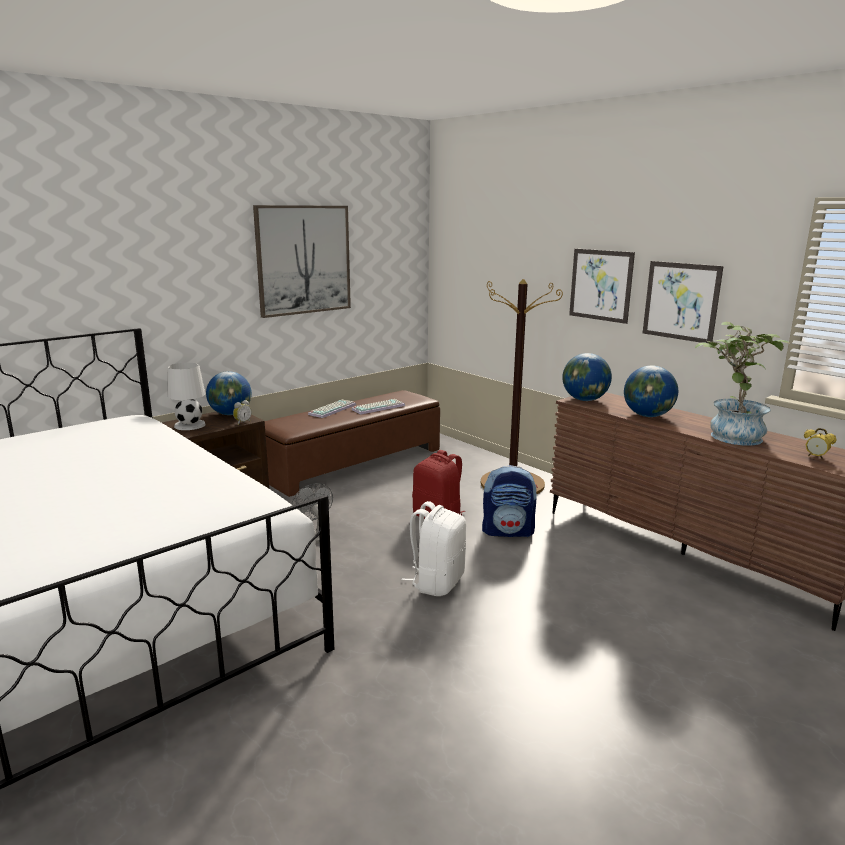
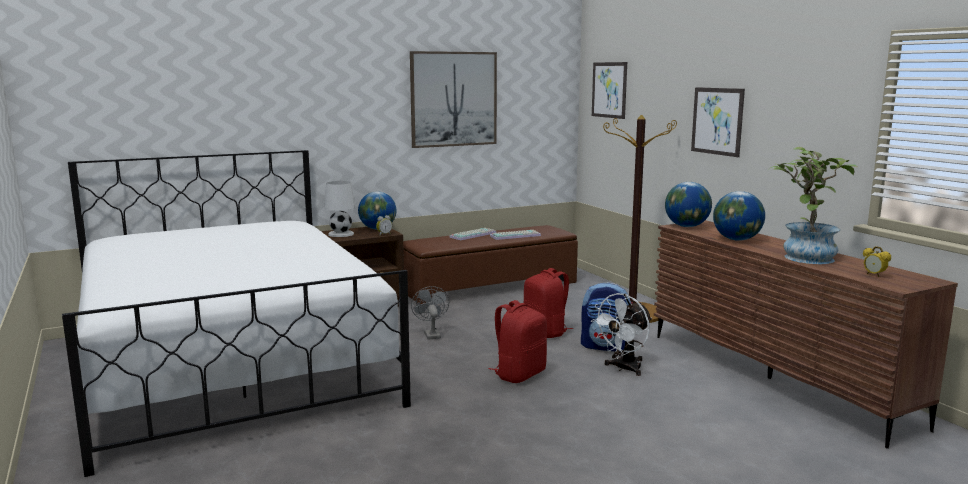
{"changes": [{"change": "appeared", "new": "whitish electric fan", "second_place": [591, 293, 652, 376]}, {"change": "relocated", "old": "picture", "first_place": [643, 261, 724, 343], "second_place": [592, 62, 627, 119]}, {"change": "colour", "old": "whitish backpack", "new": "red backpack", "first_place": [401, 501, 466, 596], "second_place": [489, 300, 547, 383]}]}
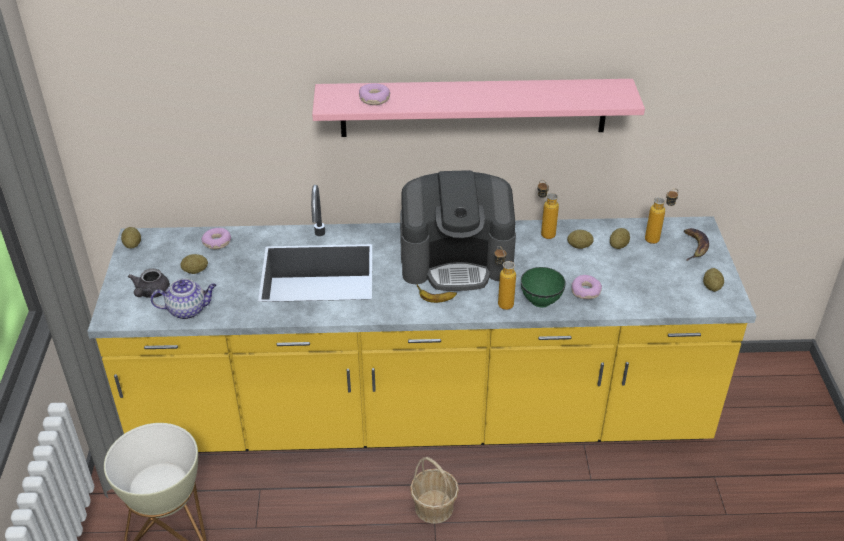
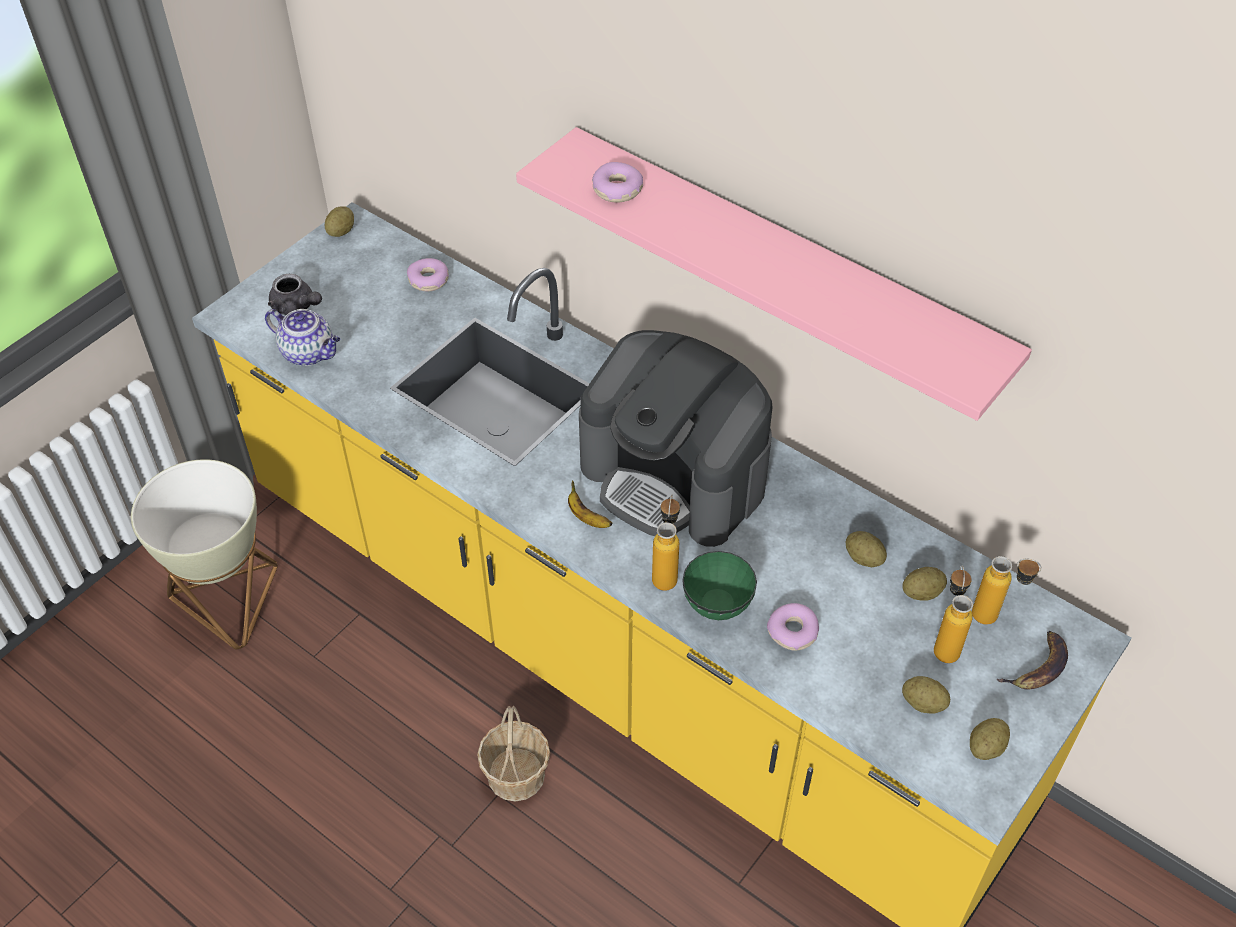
{"changes": [{"change": "relocated", "old": "whole potato", "first_place": [180, 254, 208, 274], "second_place": [902, 676, 950, 713]}, {"change": "relocated", "old": "drink bottle", "first_place": [538, 180, 559, 239], "second_place": [934, 566, 973, 663]}, {"change": "spun", "old": "grey tea pot", "first_place": [128, 269, 170, 298], "second_place": [268, 274, 322, 315], "degrees": -105}]}
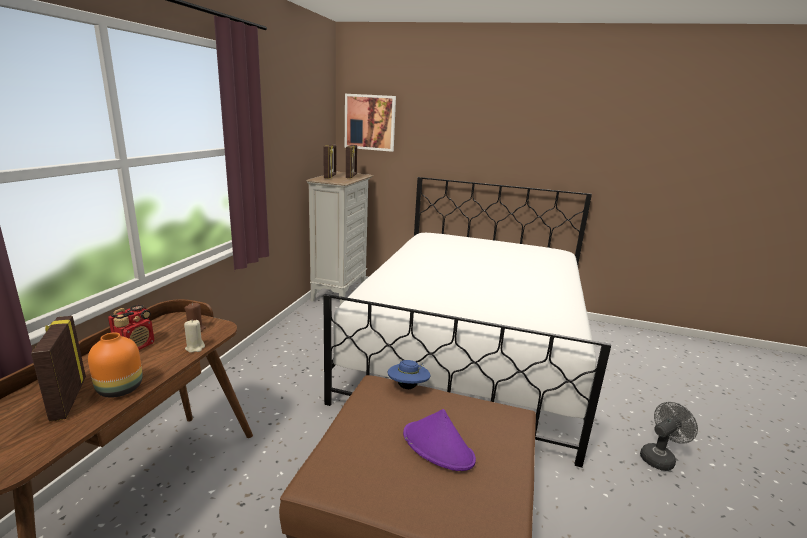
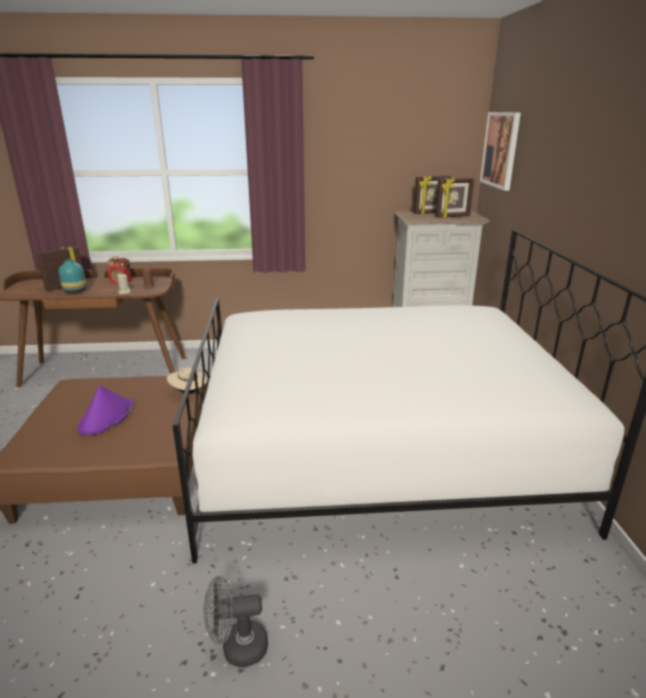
{"changes": [{"change": "colour", "old": "orange-coloured decorative vase", "new": "turquoise decorative vase", "first_place": [88, 332, 143, 398], "second_place": [59, 259, 87, 294]}, {"change": "colour", "old": "bluish hat", "new": "beige hat", "first_place": [388, 360, 430, 389], "second_place": [167, 367, 207, 394]}, {"change": "spun", "old": "grey electric fan", "first_place": [640, 402, 698, 471], "second_place": [204, 576, 268, 667], "degrees": 135}]}
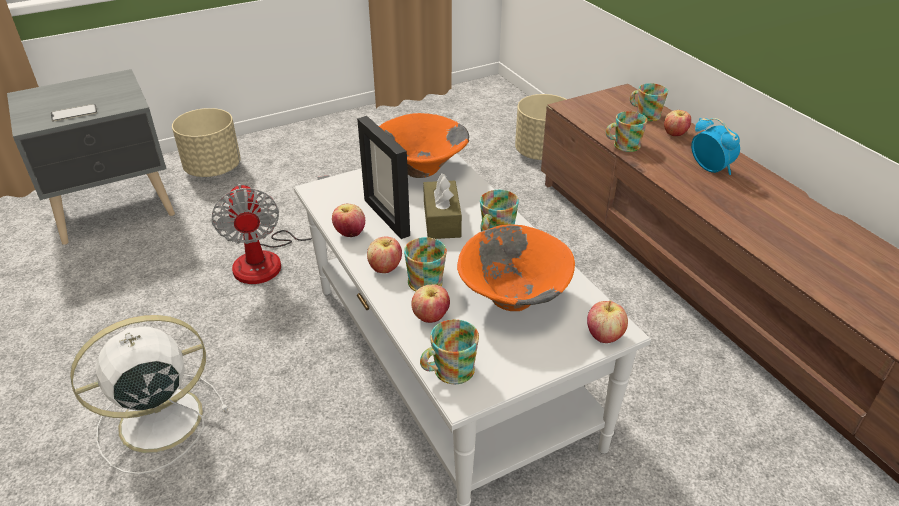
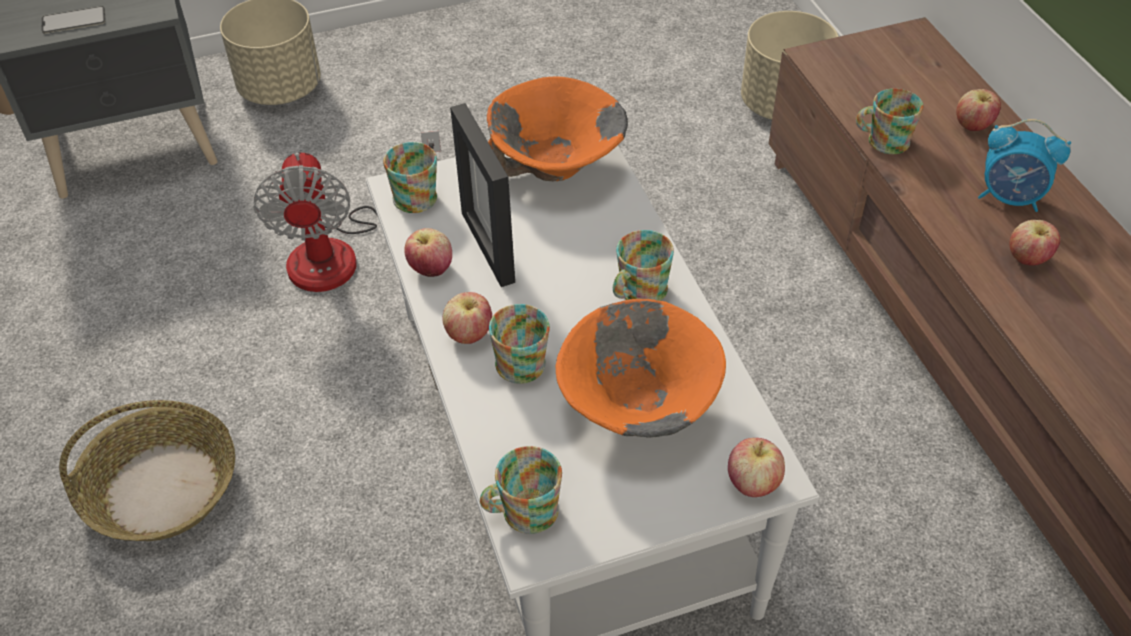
{"changes": [{"change": "missing", "old": "brown-coloured box of tissues", "first_place": [423, 173, 462, 239]}, {"change": "relocated", "old": "whole apple", "first_place": [412, 284, 450, 323], "second_place": [1009, 220, 1060, 266]}, {"change": "relocated", "old": "coffee mug", "first_place": [630, 83, 668, 121], "second_place": [383, 142, 437, 213]}, {"change": "exchanged", "old": "whitish electric fan", "new": "basket", "first_place": [70, 315, 228, 474], "second_place": [59, 400, 235, 541]}, {"change": "spun", "old": "alarm clock", "first_place": [691, 118, 740, 175], "second_place": [978, 119, 1071, 212], "degrees": 135}]}
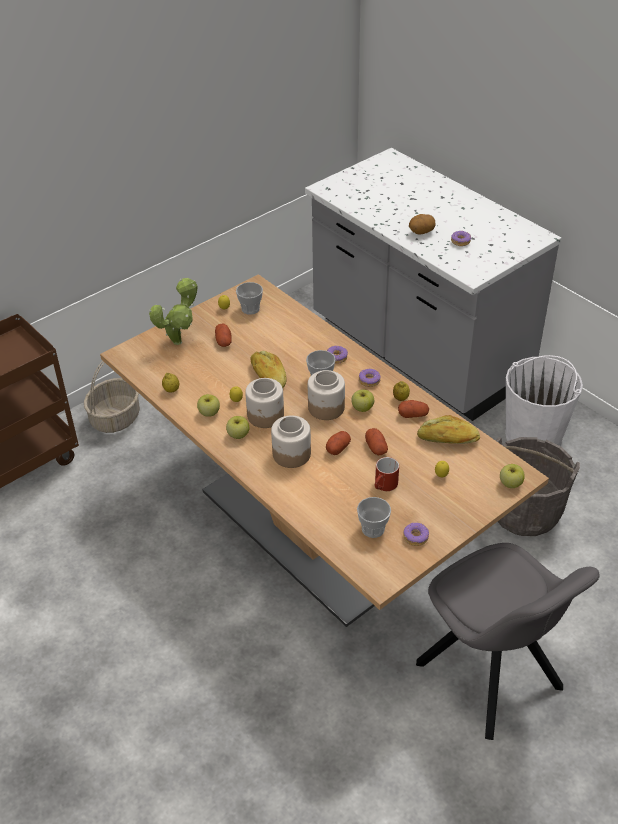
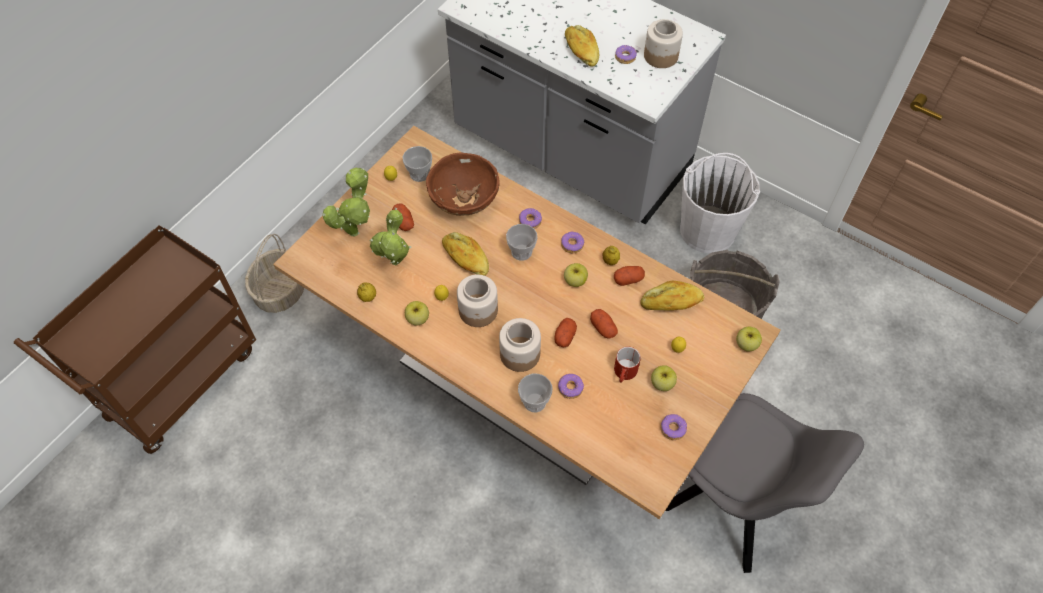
{"changes": [{"change": "appeared", "new": "potted plant", "second_place": [370, 207, 412, 265]}, {"change": "appeared", "new": "brown-coloured deep dish", "second_place": [426, 153, 500, 216]}, {"change": "appeared", "new": "doughnut", "second_place": [558, 374, 584, 399]}, {"change": "relocated", "old": "whole apple", "first_place": [226, 416, 249, 439], "second_place": [651, 365, 677, 391]}, {"change": "relocated", "old": "preserve jar", "first_place": [308, 370, 345, 420], "second_place": [644, 19, 683, 68]}, {"change": "relocated", "old": "cup", "first_place": [357, 497, 391, 538], "second_place": [518, 373, 553, 412]}, {"change": "exchanged", "old": "whole potato", "new": "bakery bread", "first_place": [409, 214, 436, 235], "second_place": [565, 25, 599, 67]}]}
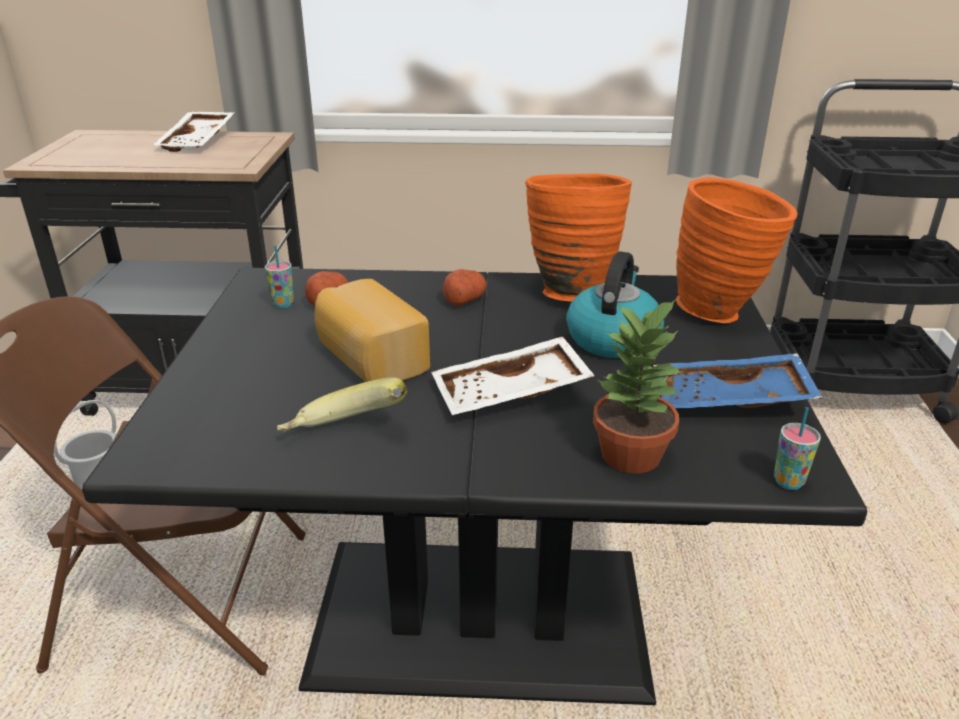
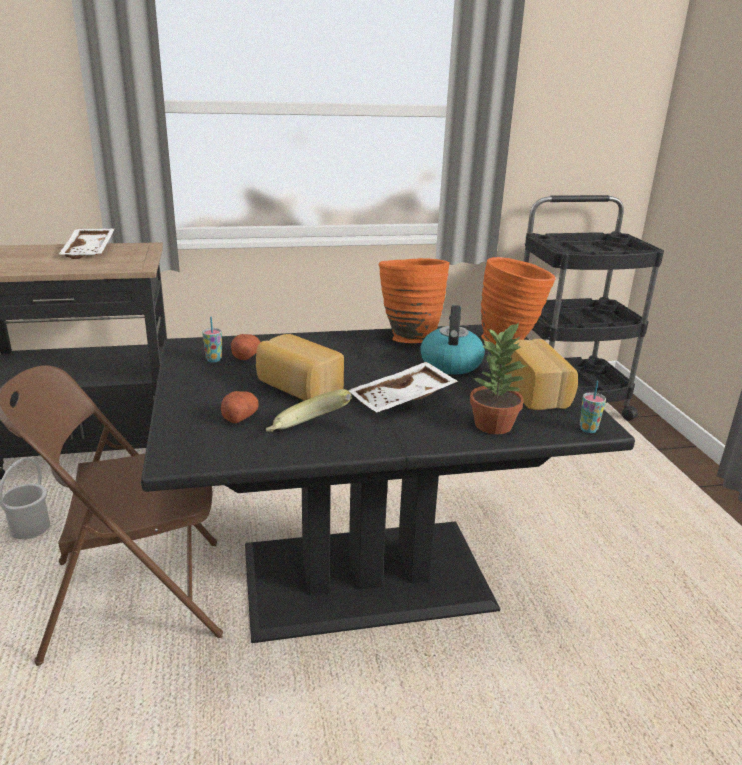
{"changes": [{"change": "relocated", "old": "whole potato", "first_place": [443, 269, 487, 306], "second_place": [221, 391, 259, 424]}, {"change": "exchanged", "old": "bluish serving tray", "new": "bakery bread", "first_place": [653, 353, 823, 409], "second_place": [505, 339, 578, 410]}]}
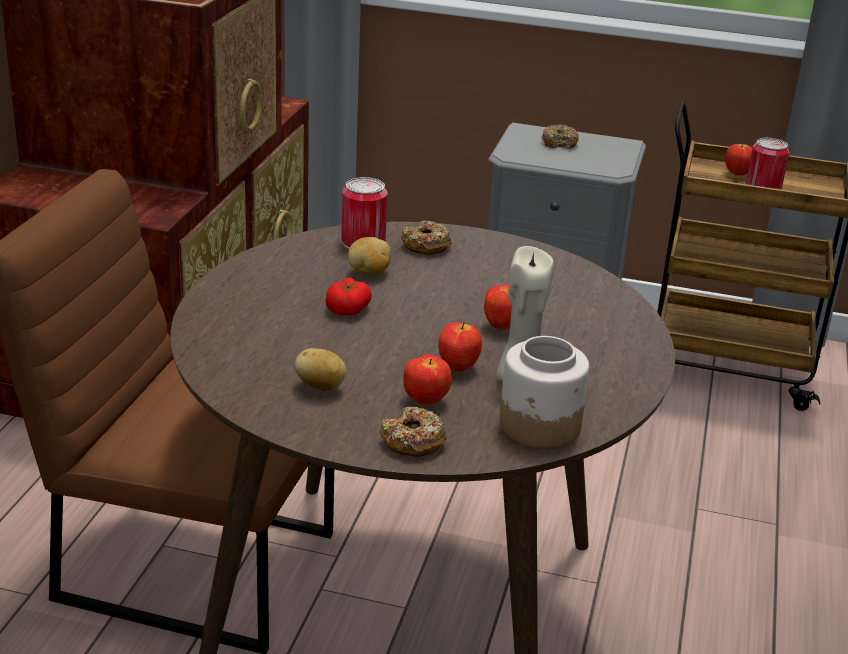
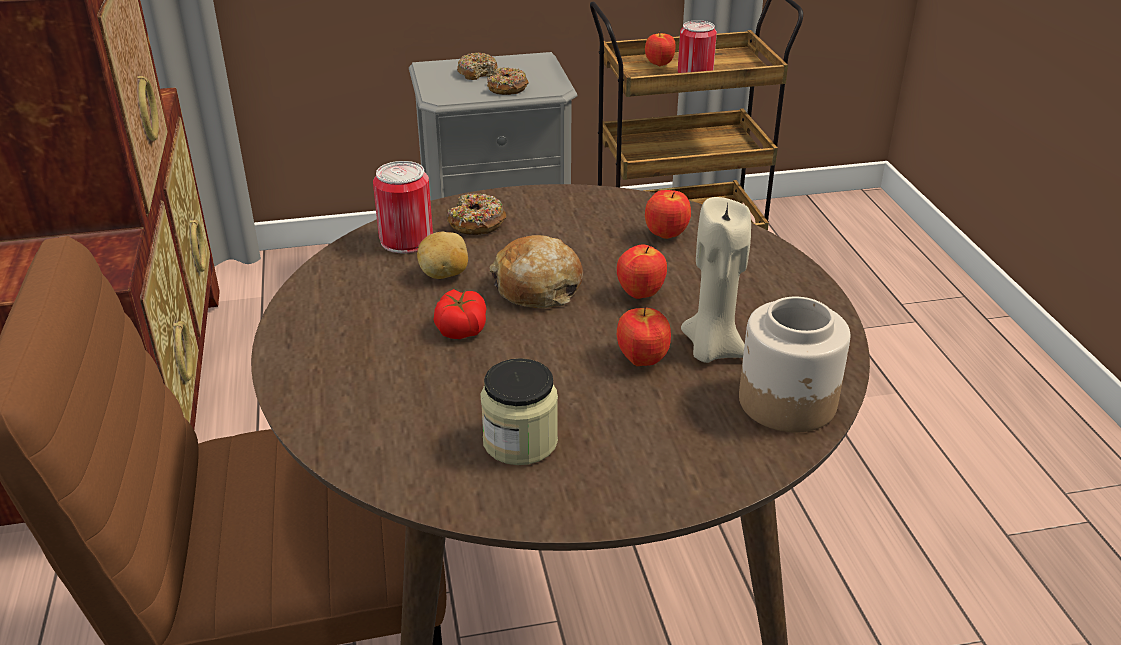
{"changes": [{"change": "appeared", "new": "bakery bread", "second_place": [489, 235, 583, 308]}, {"change": "relocated", "old": "doughnut", "first_place": [380, 407, 446, 457], "second_place": [487, 67, 529, 95]}, {"change": "relocated", "old": "whole apple", "first_place": [403, 354, 452, 404], "second_place": [645, 190, 691, 239]}, {"change": "exchanged", "old": "whole potato", "new": "preserve jar", "first_place": [295, 348, 346, 391], "second_place": [481, 358, 558, 465]}]}
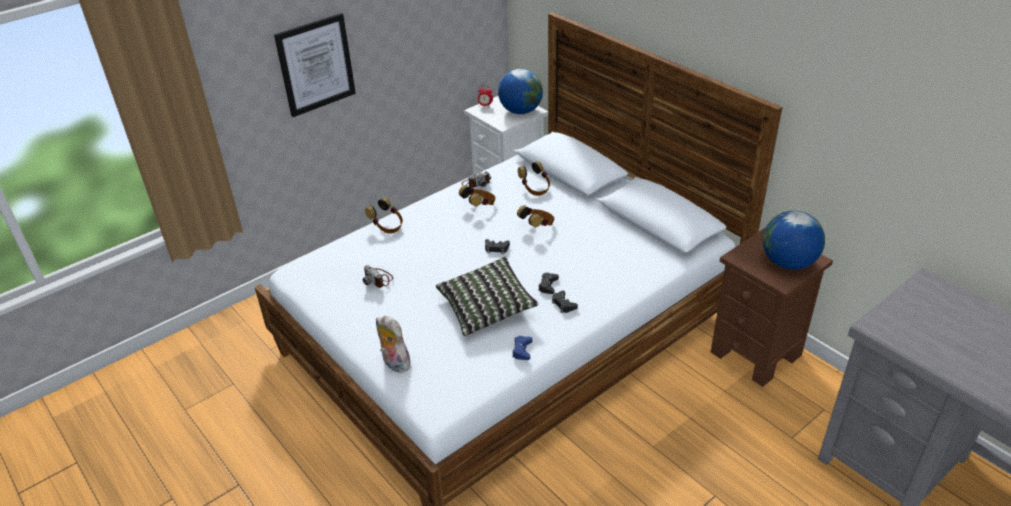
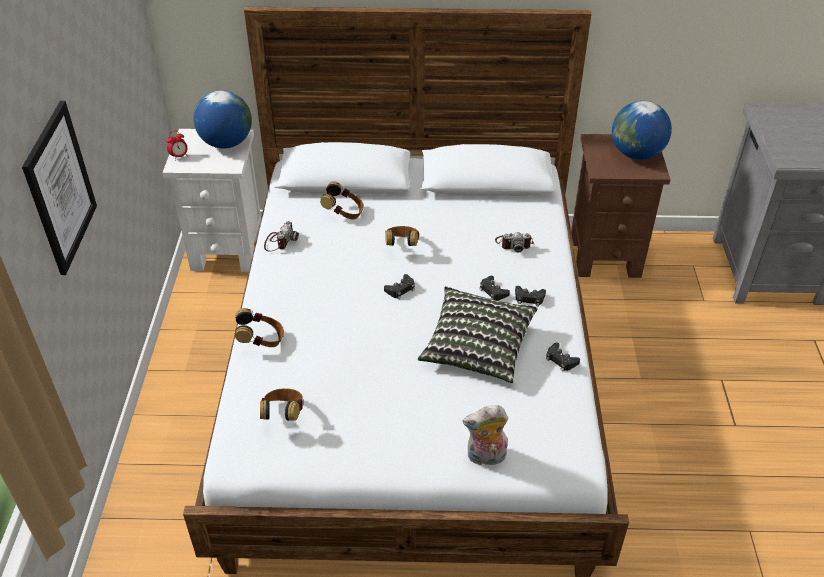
{"changes": [{"change": "relocated", "old": "photo camera", "first_place": [363, 265, 393, 288], "second_place": [495, 232, 534, 253]}, {"change": "relocated", "old": "pair of headphones", "first_place": [459, 185, 496, 206], "second_place": [260, 388, 304, 421]}, {"change": "colour", "old": "bluish game controller", "new": "blackish game controller", "first_place": [512, 336, 533, 360], "second_place": [546, 342, 580, 372]}]}
